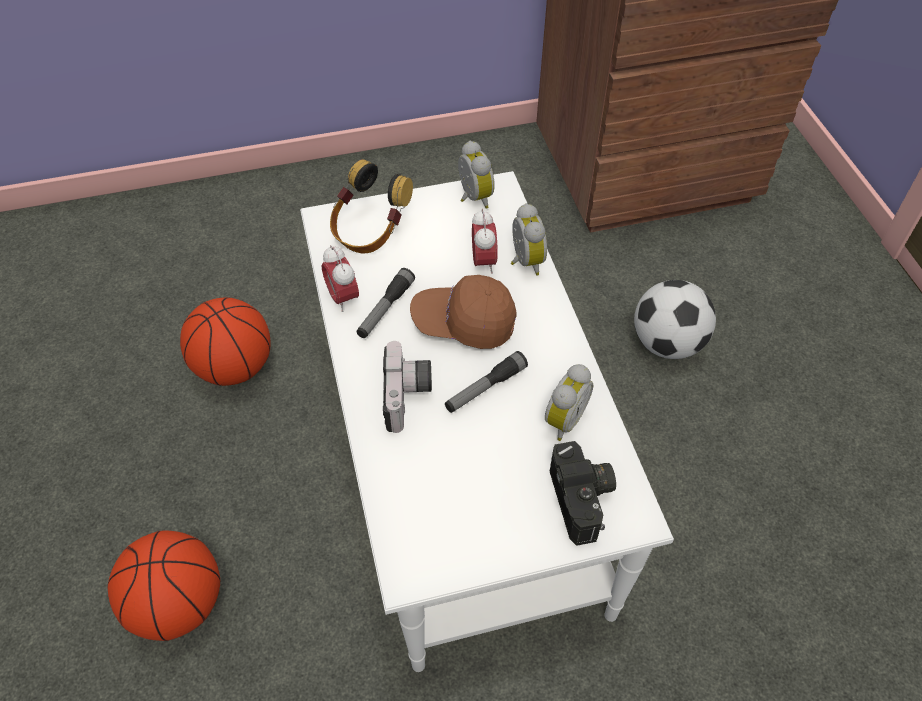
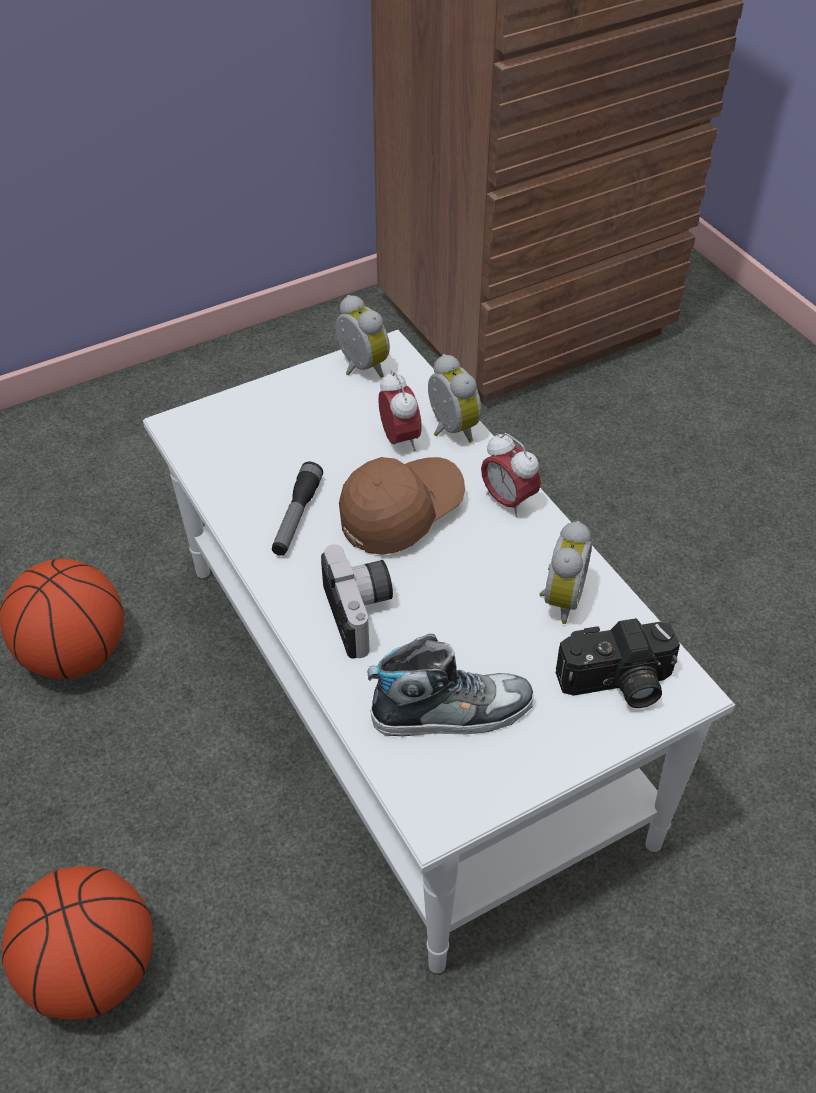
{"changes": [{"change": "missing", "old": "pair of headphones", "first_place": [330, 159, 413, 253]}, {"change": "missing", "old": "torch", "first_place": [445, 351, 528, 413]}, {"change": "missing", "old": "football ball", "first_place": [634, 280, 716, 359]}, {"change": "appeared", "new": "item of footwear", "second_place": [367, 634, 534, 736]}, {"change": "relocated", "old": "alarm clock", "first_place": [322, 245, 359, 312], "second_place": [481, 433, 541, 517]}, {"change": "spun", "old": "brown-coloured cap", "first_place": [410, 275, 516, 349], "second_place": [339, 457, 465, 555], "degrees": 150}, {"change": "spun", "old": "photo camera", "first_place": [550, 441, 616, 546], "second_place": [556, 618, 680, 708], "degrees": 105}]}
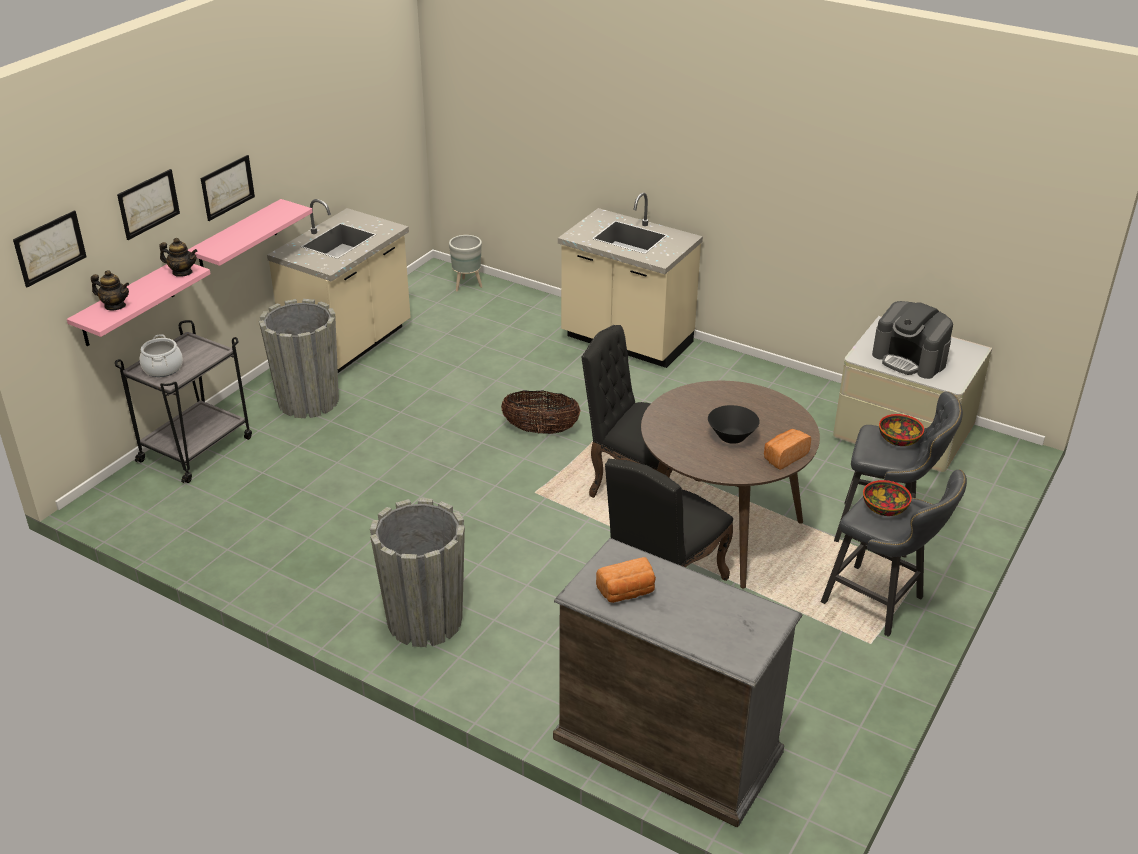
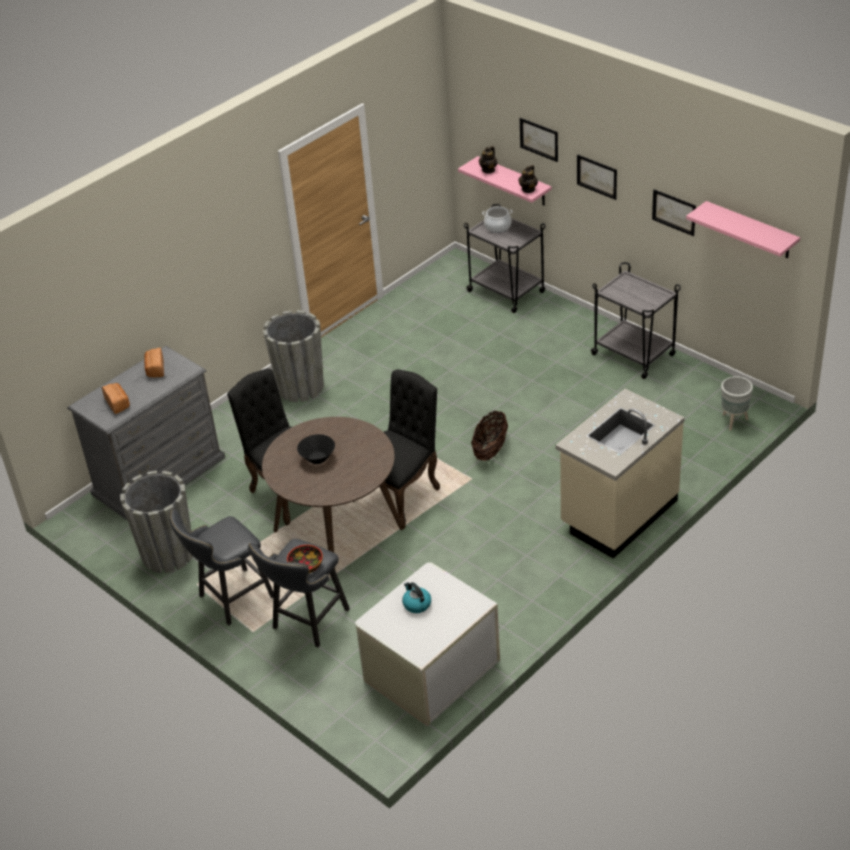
{"changes": [{"change": "missing", "old": "deep dish", "first_place": [863, 480, 912, 516]}, {"change": "relocated", "old": "picture", "first_place": [13, 210, 87, 288], "second_place": [652, 189, 696, 236]}, {"change": "relocated", "old": "pink-coloured bracket shelf", "first_place": [188, 199, 313, 267], "second_place": [686, 201, 800, 258]}, {"change": "relocated", "old": "grey plant pot", "first_place": [259, 299, 339, 418], "second_place": [120, 471, 193, 573]}, {"change": "relocated", "old": "bakery bread", "first_place": [764, 429, 811, 470], "second_place": [102, 383, 130, 414]}, {"change": "exchanged", "old": "beige kitchen counter", "new": "grey trolley", "first_place": [267, 199, 411, 373], "second_place": [590, 262, 681, 379]}, {"change": "exchanged", "old": "coffee machine", "new": "tea kettle", "first_place": [872, 301, 953, 379], "second_place": [402, 582, 431, 613]}]}
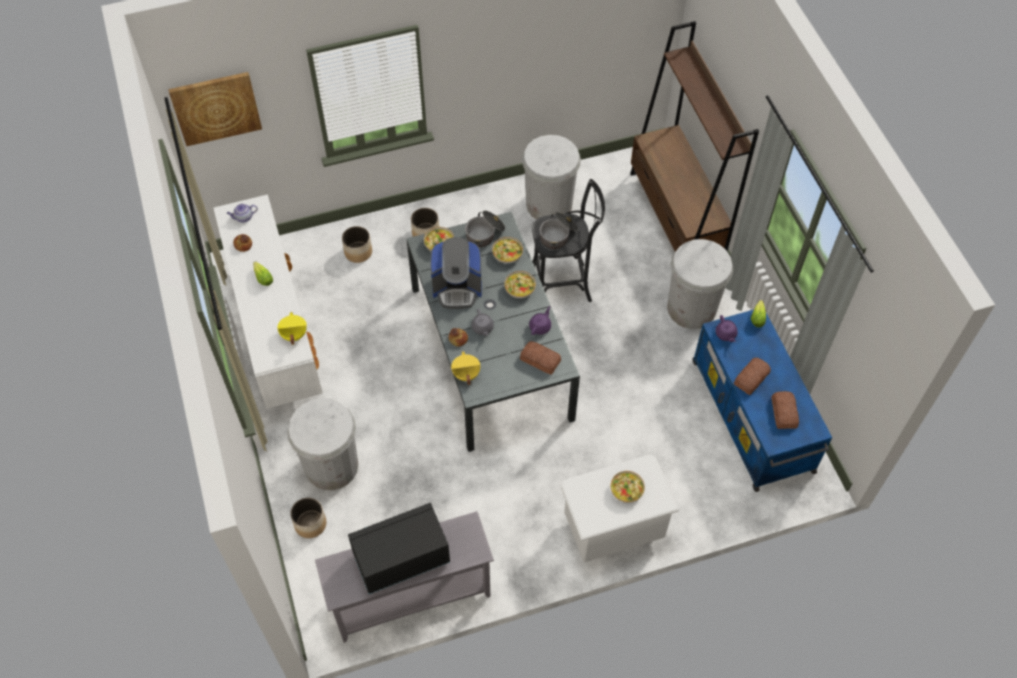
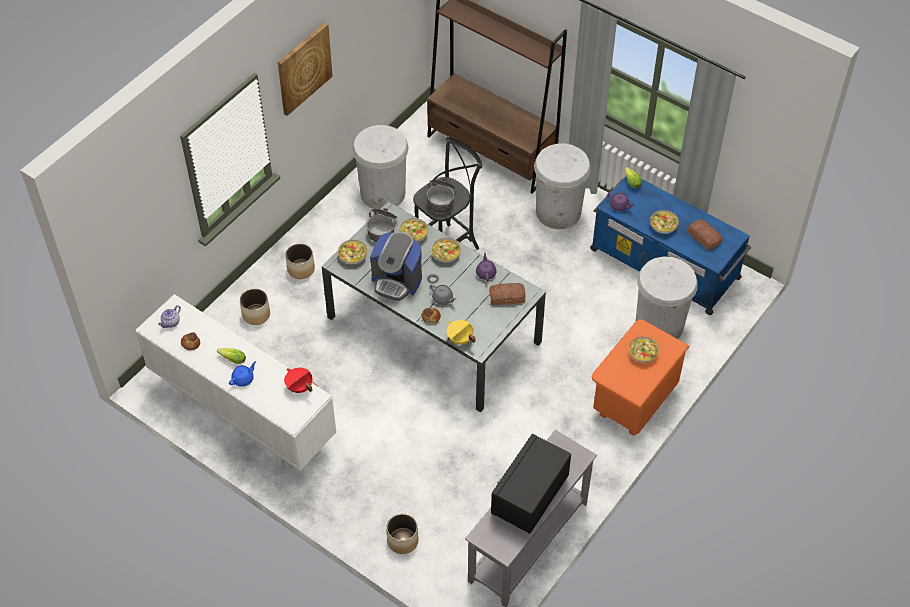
{"changes": [{"change": "appeared", "new": "bluish tea pot", "second_place": [229, 361, 256, 387]}, {"change": "relocated", "old": "picture", "first_place": [168, 72, 262, 146], "second_place": [278, 23, 333, 116]}, {"change": "relocated", "old": "whitish trash can", "first_place": [287, 398, 358, 490], "second_place": [636, 256, 698, 339]}, {"change": "exchanged", "old": "bakery bread", "new": "deep dish", "first_place": [734, 358, 771, 395], "second_place": [650, 210, 679, 234]}, {"change": "colour", "old": "yellow cooking pot", "new": "red cooking pot", "first_place": [277, 312, 307, 345], "second_place": [284, 367, 313, 393]}, {"change": "colour", "old": "whitish bedside table", "new": "orange-coloured bedside table", "first_place": [561, 455, 679, 562], "second_place": [592, 320, 689, 435]}, {"change": "spun", "old": "coffee machine", "first_place": [431, 237, 482, 309], "second_place": [370, 232, 422, 301], "degrees": 60}]}
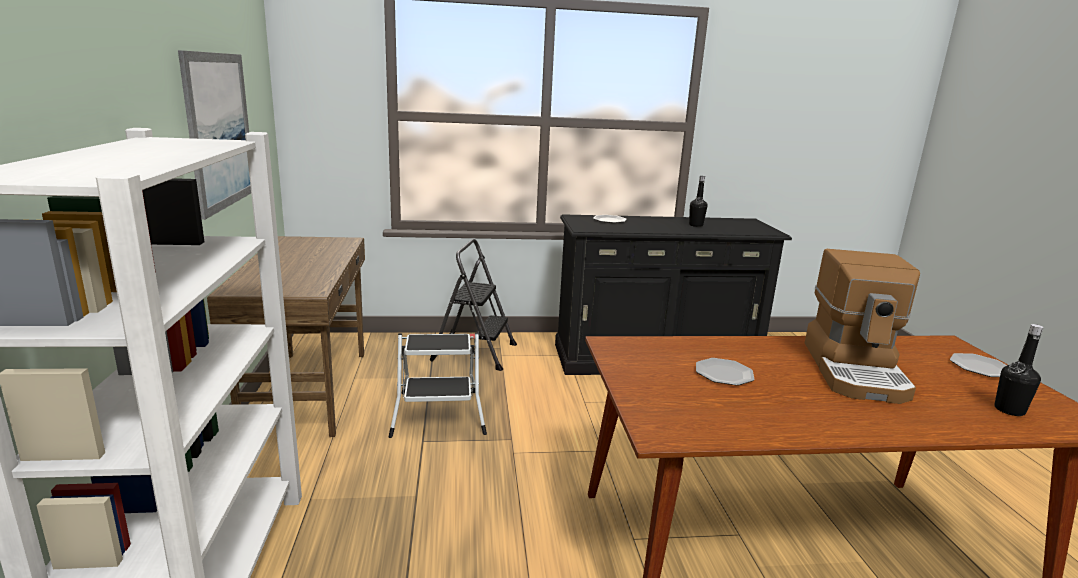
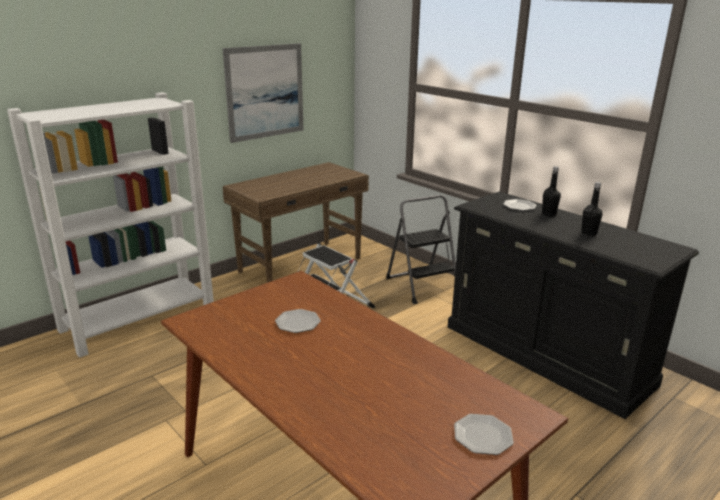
{"changes": [{"change": "missing", "old": "coffee machine", "first_place": [805, 249, 920, 404]}, {"change": "relocated", "old": "blackish drink bottle", "first_place": [994, 324, 1044, 416], "second_place": [542, 166, 561, 216]}]}
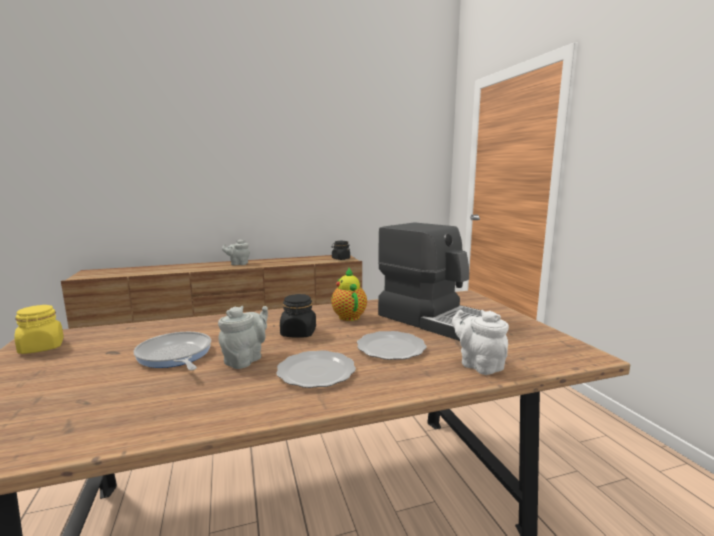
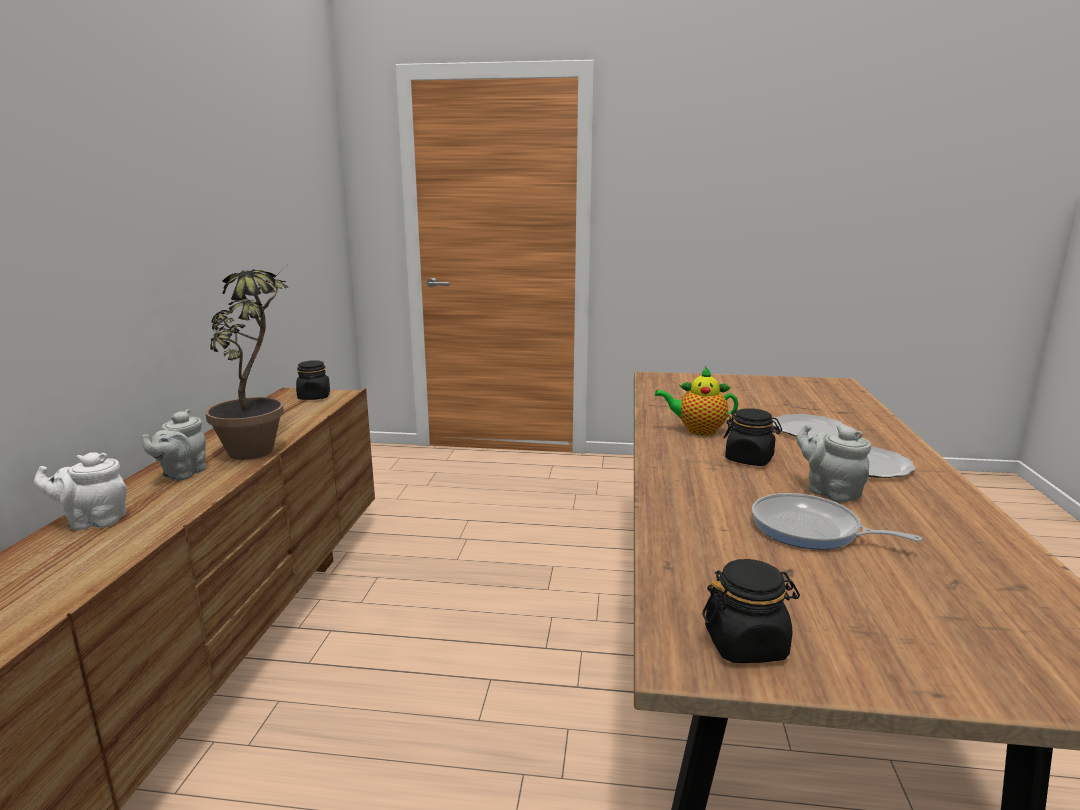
{"changes": [{"change": "missing", "old": "coffee machine", "first_place": [378, 222, 486, 341]}, {"change": "appeared", "new": "potted plant", "second_place": [206, 269, 288, 460]}, {"change": "relocated", "old": "whitish tea pot", "first_place": [452, 310, 509, 375], "second_place": [34, 452, 127, 530]}, {"change": "colour", "old": "yellow preserve jar", "new": "blackish preserve jar", "first_place": [15, 305, 64, 354], "second_place": [702, 559, 800, 663]}, {"change": "spun", "old": "pan", "first_place": [134, 332, 211, 371], "second_place": [752, 493, 922, 550], "degrees": 45}]}
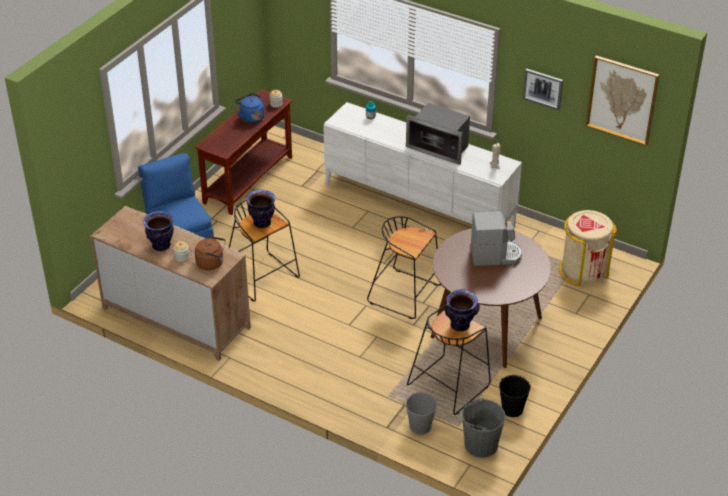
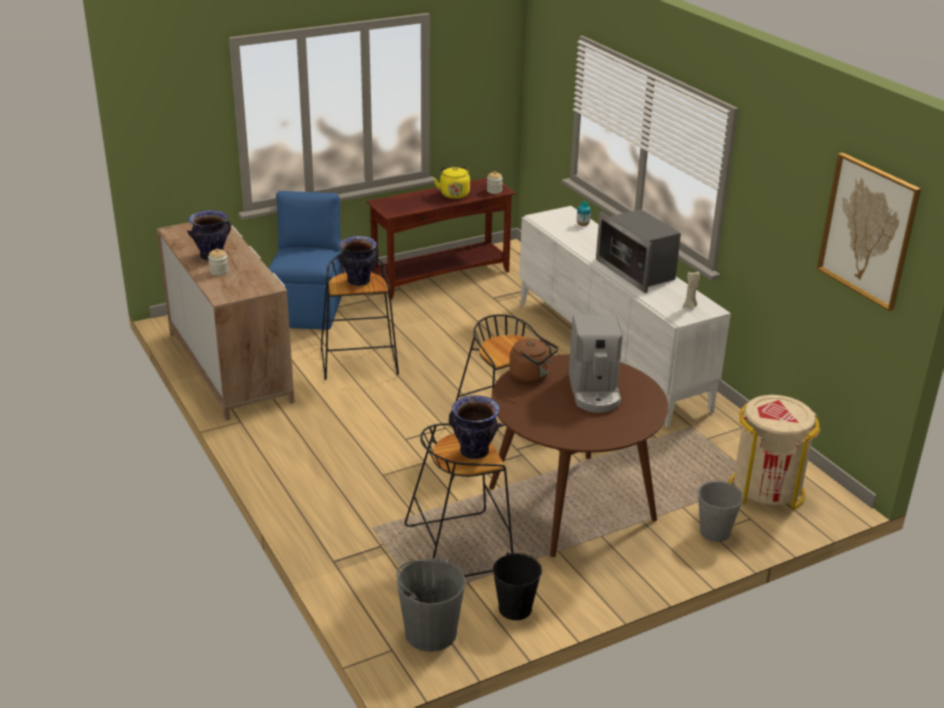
{"changes": [{"change": "missing", "old": "picture", "first_place": [523, 69, 563, 110]}, {"change": "relocated", "old": "brown-coloured tea kettle", "first_place": [195, 236, 226, 270], "second_place": [509, 337, 558, 383]}, {"change": "relocated", "old": "grey pail", "first_place": [406, 392, 437, 435], "second_place": [698, 480, 744, 542]}, {"change": "colour", "old": "bluish tea kettle", "new": "yellow tea kettle", "first_place": [235, 93, 264, 123], "second_place": [434, 166, 470, 199]}, {"change": "spun", "old": "coffee machine", "first_place": [471, 211, 522, 266], "second_place": [569, 315, 622, 413], "degrees": 60}]}
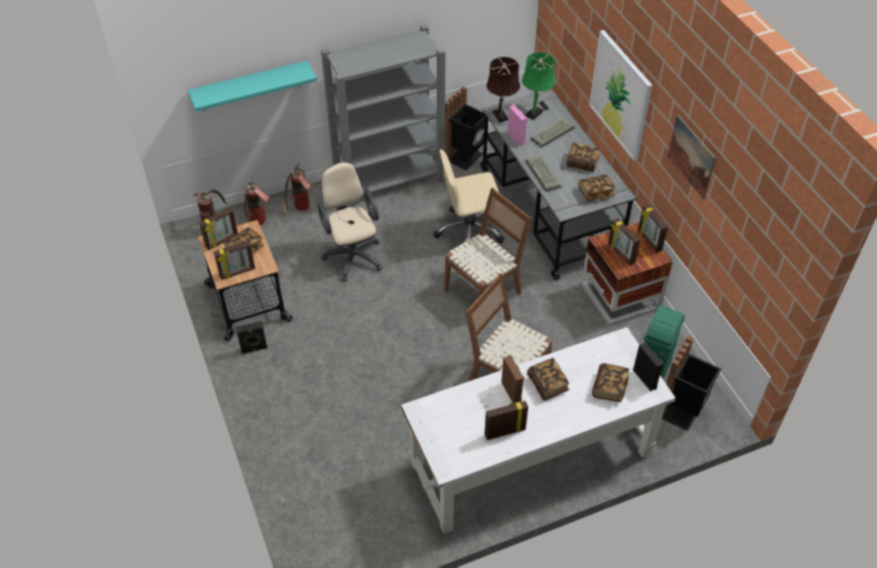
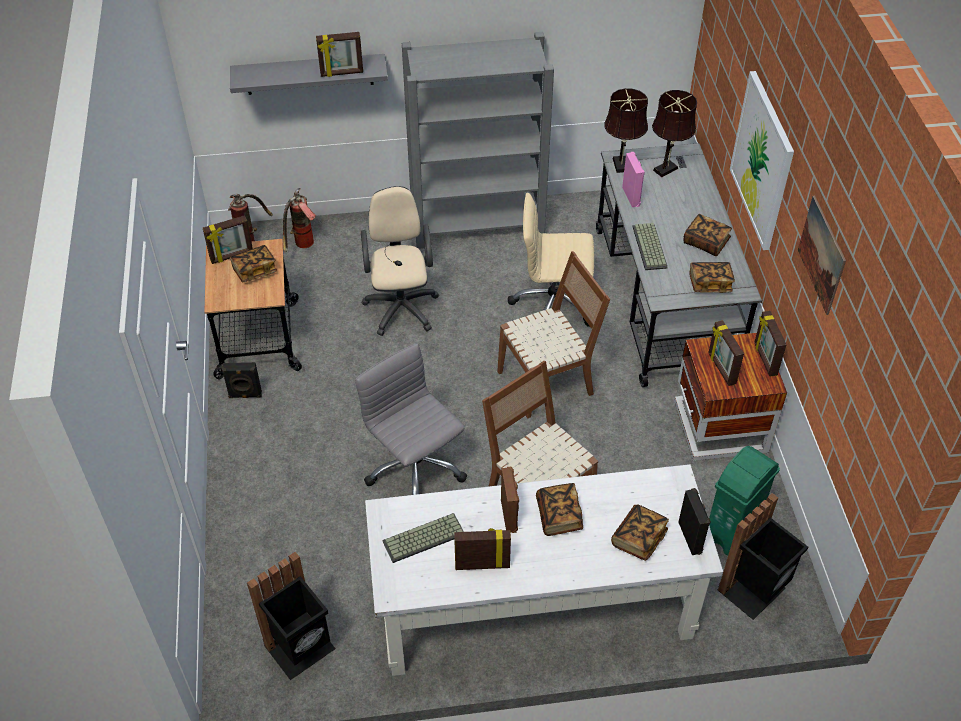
{"changes": [{"change": "missing", "old": "fire-fighting cylinder", "first_place": [284, 164, 311, 214]}, {"change": "appeared", "new": "grey office chair", "second_place": [355, 343, 467, 495]}, {"change": "relocated", "old": "standing frame", "first_place": [214, 241, 255, 280], "second_place": [316, 32, 363, 77]}, {"change": "relocated", "old": "blackish trash can", "first_place": [445, 87, 485, 170], "second_place": [247, 552, 336, 680]}, {"change": "relocated", "old": "keyboard", "first_place": [530, 119, 575, 148], "second_place": [382, 513, 464, 563]}, {"change": "colour", "old": "turquoise bracket shelf", "new": "grey bracket shelf", "first_place": [188, 61, 317, 112], "second_place": [230, 54, 388, 95]}, {"change": "colour", "old": "green-coloured tabletop lamp", "new": "brown-coloured tabletop lamp", "first_place": [522, 52, 555, 120], "second_place": [652, 90, 697, 177]}]}
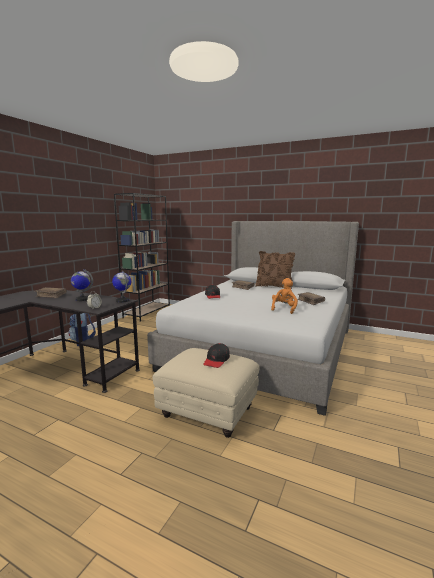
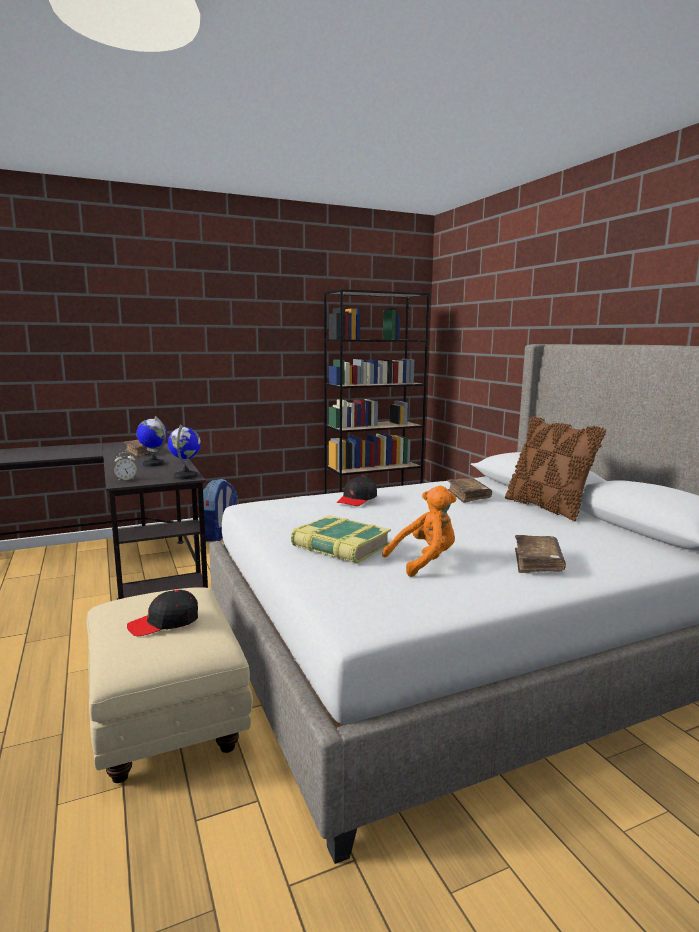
{"changes": [{"change": "appeared", "new": "bound book", "second_place": [291, 515, 391, 563]}]}
